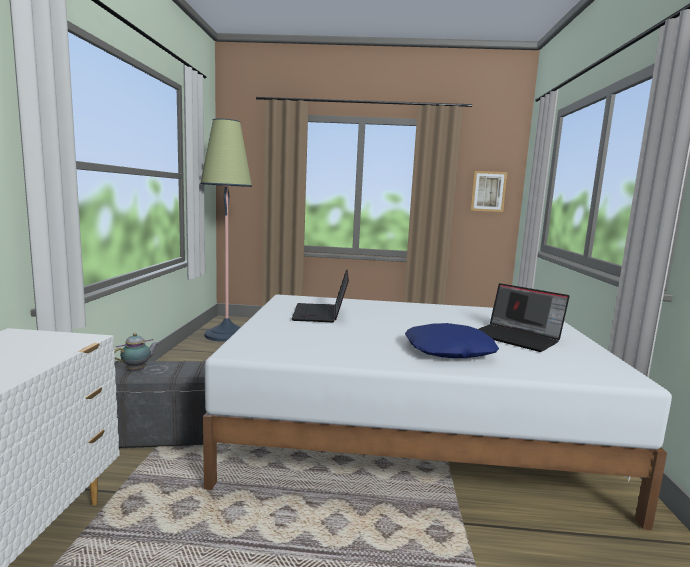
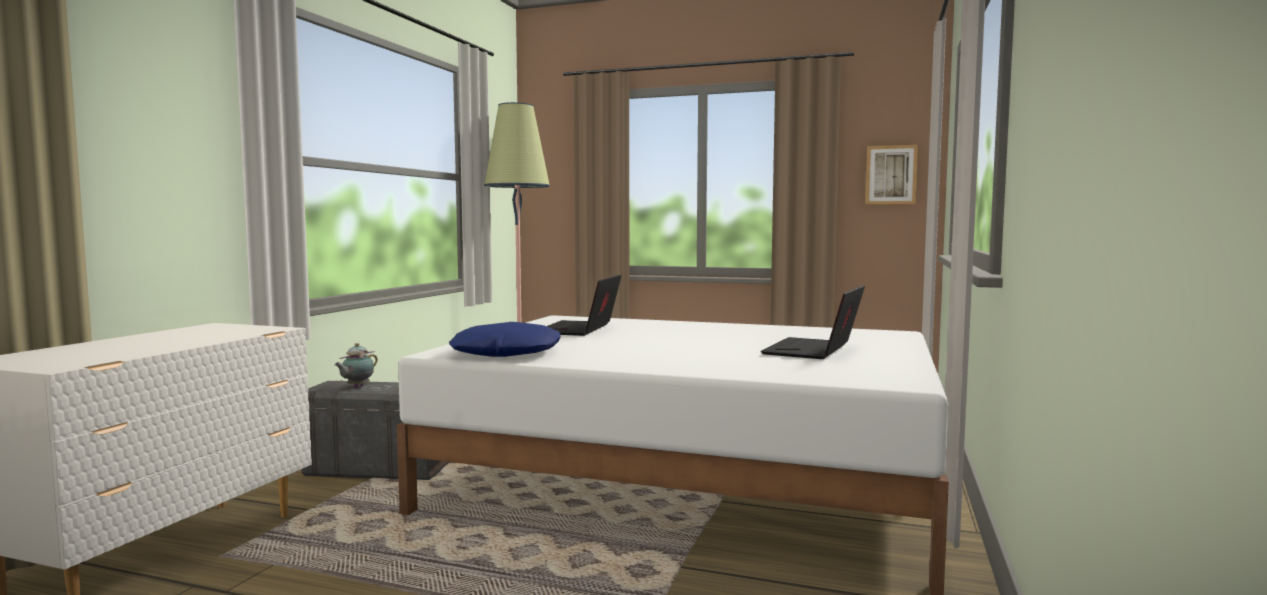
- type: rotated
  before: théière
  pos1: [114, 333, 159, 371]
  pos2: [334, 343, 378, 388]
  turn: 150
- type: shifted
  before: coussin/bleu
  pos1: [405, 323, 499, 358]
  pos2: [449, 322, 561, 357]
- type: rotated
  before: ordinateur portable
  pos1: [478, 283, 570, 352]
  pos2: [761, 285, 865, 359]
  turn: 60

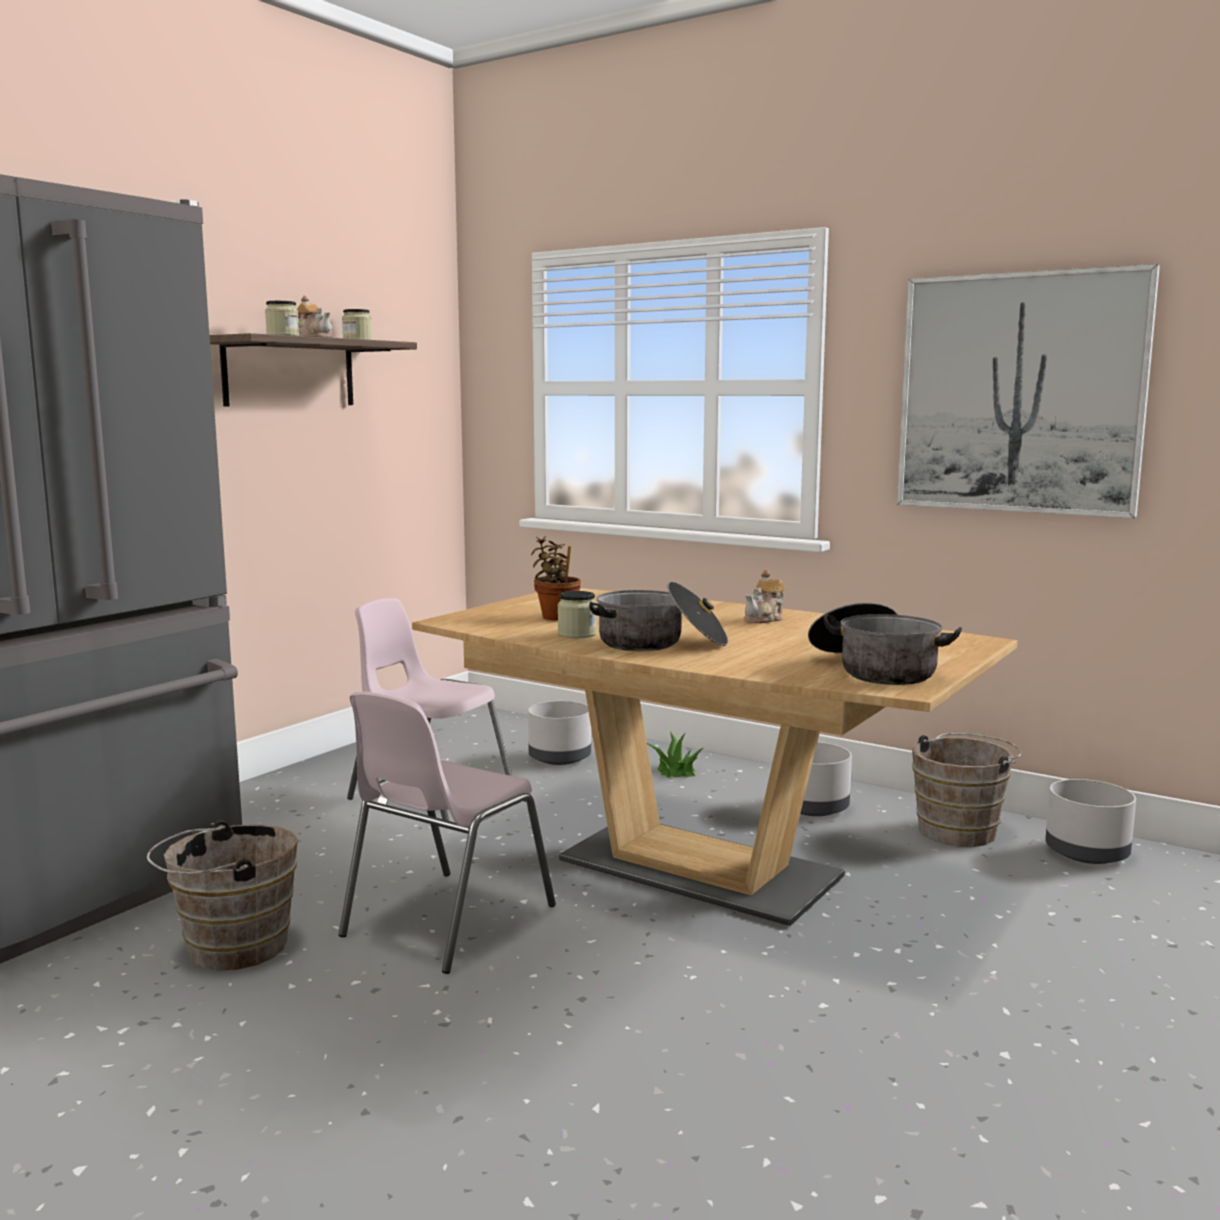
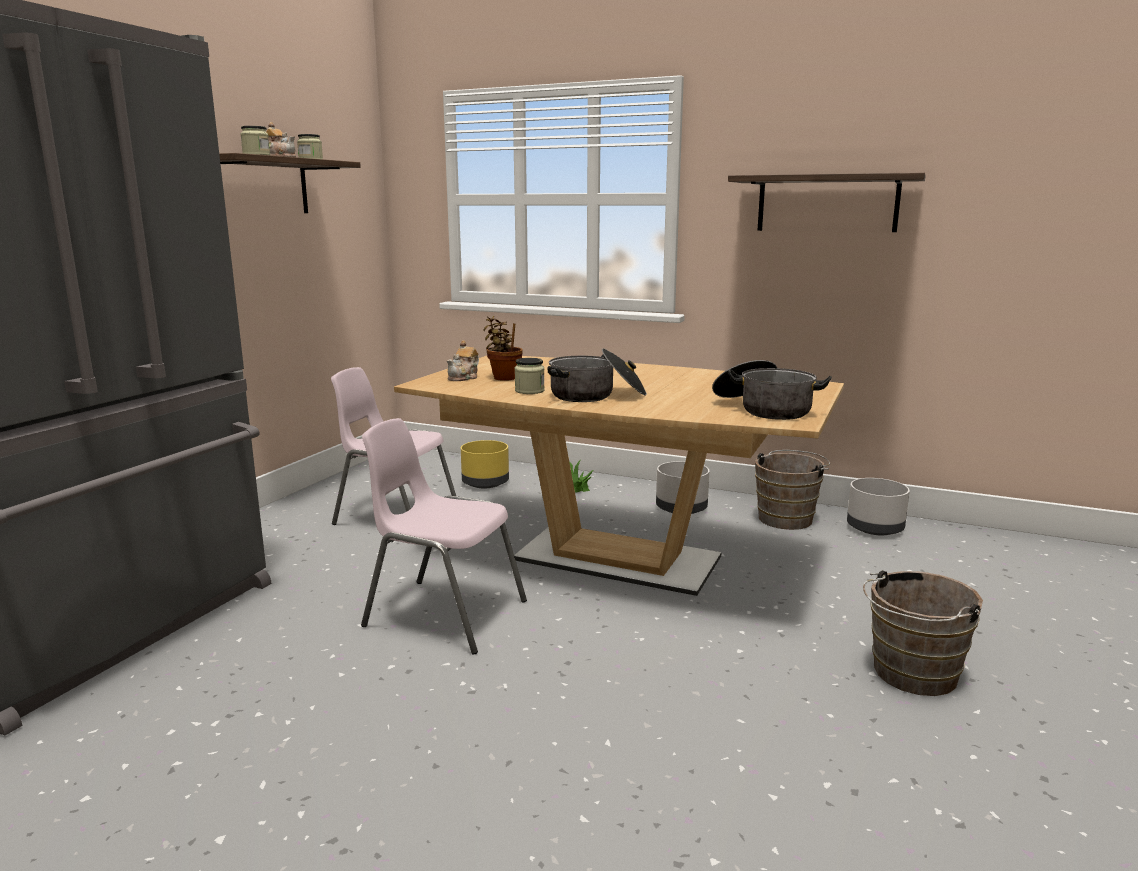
- type: shifted
  before: seau/marron
  pos1: [147, 820, 298, 971]
  pos2: [863, 570, 983, 696]
- type: rotated
  before: chaise/rose
  pos1: [339, 692, 556, 974]
  pos2: [361, 418, 527, 655]
  turn: 90
- type: repainted
  before: cache-pot/gris
  after: cache-pot/jaune
  pos1: [528, 701, 591, 765]
  pos2: [461, 440, 509, 488]
- type: shifted
  before: théière
  pos1: [744, 570, 785, 623]
  pos2: [446, 340, 479, 381]
- type: swapped
  before: tableau
  after: étagère
  pos1: [897, 264, 1160, 518]
  pos2: [728, 172, 926, 232]

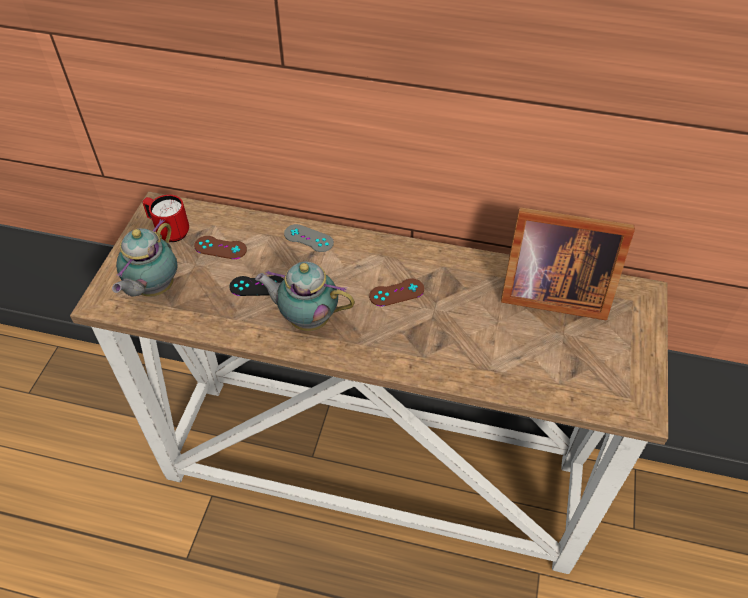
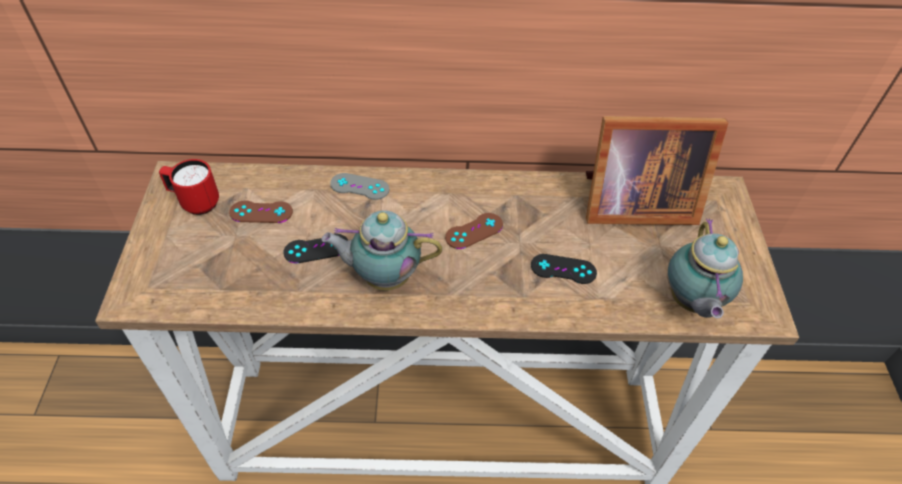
- type: shifted
  before: théière
  pos1: [112, 219, 178, 297]
  pos2: [668, 218, 743, 318]
- type: new
  after: manette/noir
  pos2: [531, 254, 597, 284]

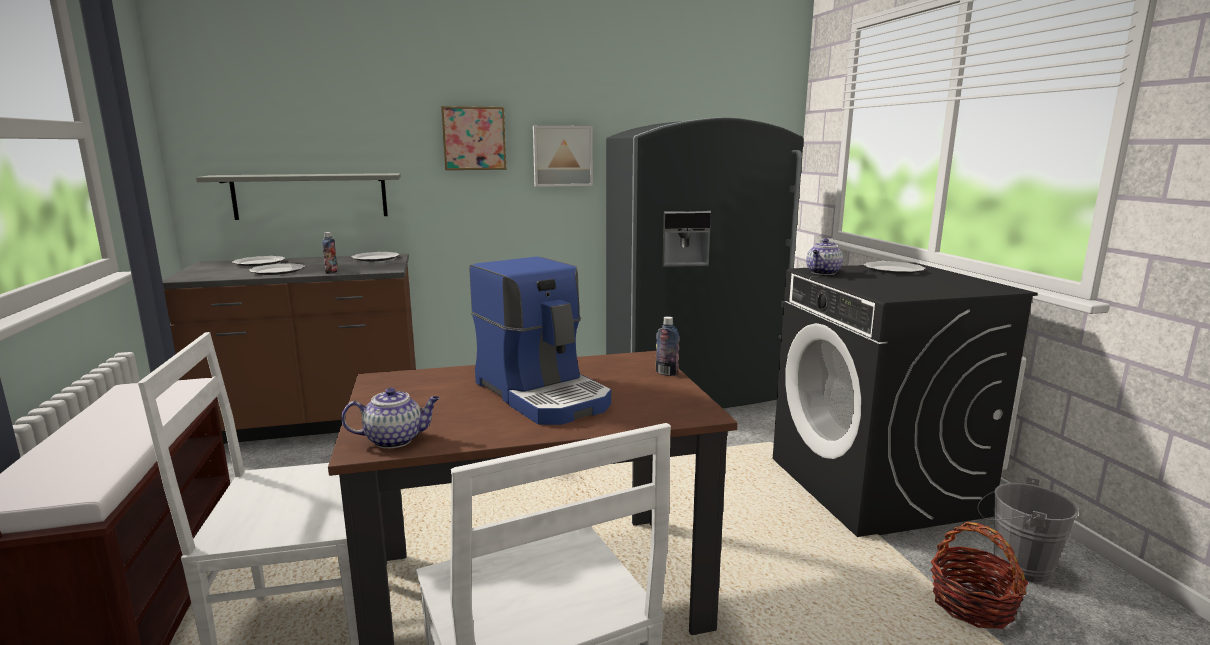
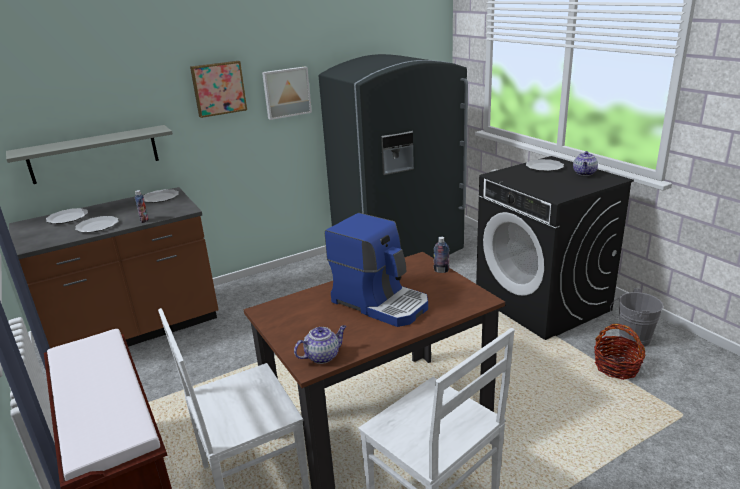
- type: shifted
  before: théière
  pos1: [806, 239, 843, 275]
  pos2: [573, 151, 598, 176]

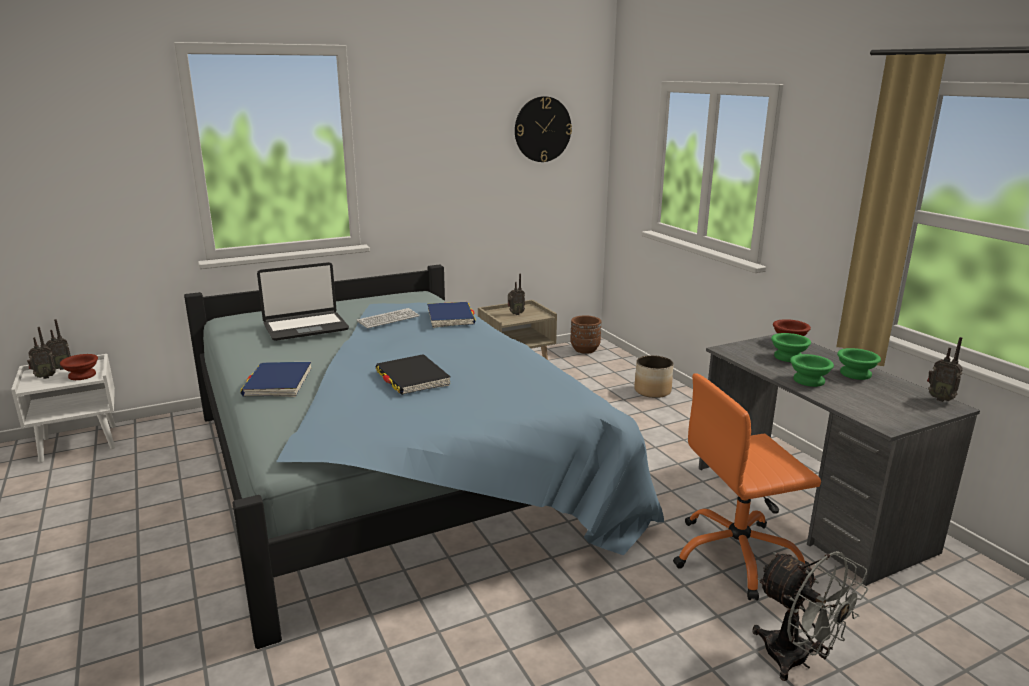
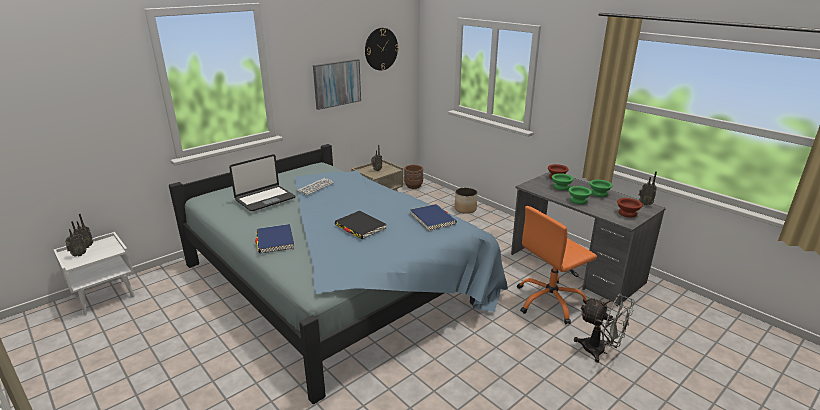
- type: shifted
  before: bol/marron
  pos1: [60, 354, 98, 380]
  pos2: [617, 198, 643, 217]
- type: shifted
  before: livre/bleu
  pos1: [427, 302, 476, 328]
  pos2: [410, 204, 457, 231]
- type: new
  after: tableau
  pos2: [313, 59, 361, 110]

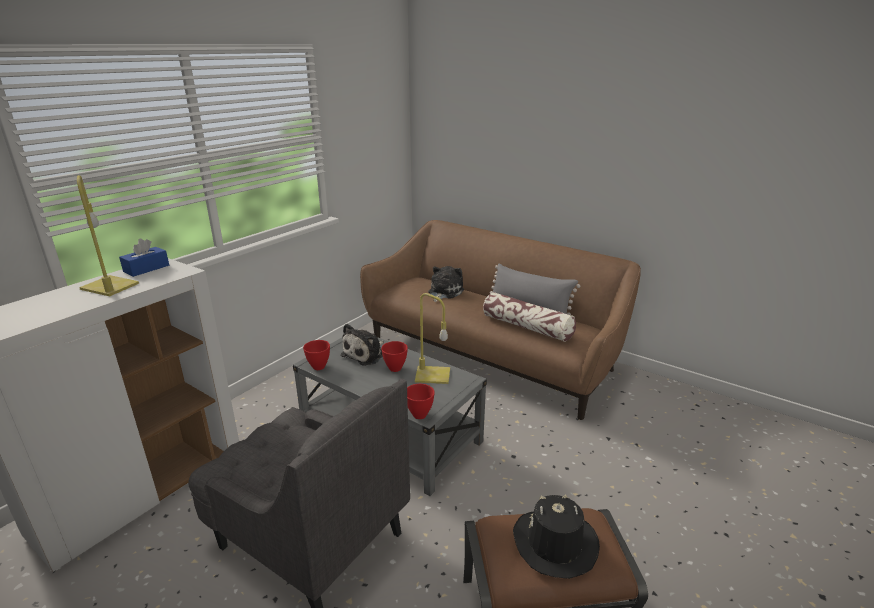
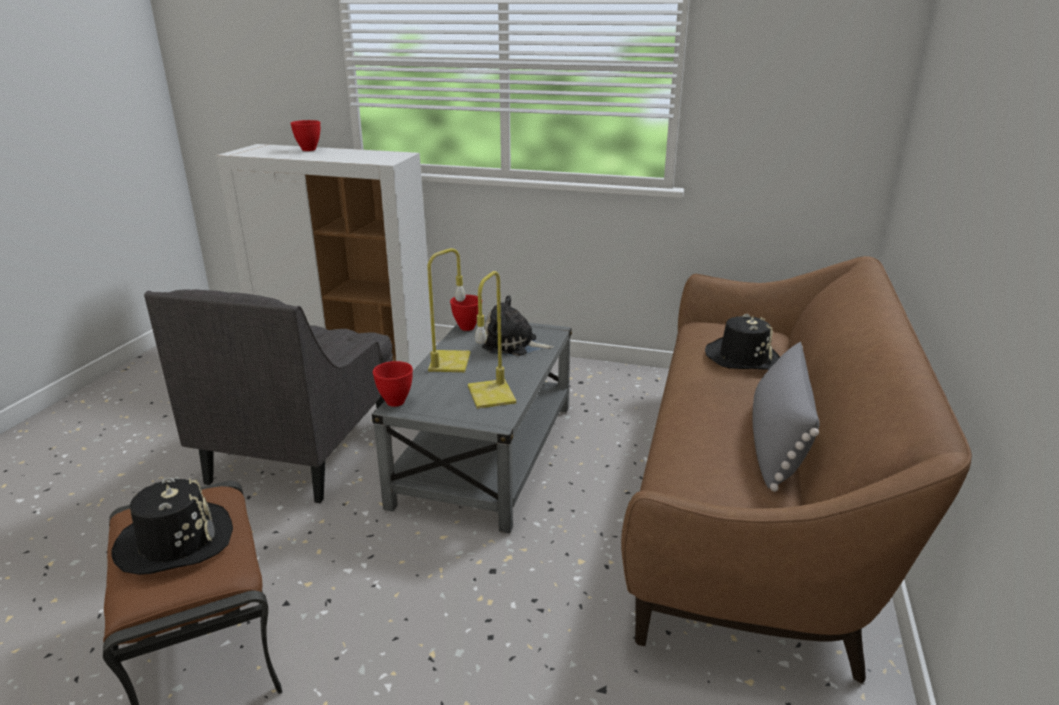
- type: shifted
  before: lampe de table/jaune
  pos1: [77, 175, 139, 297]
  pos2: [427, 248, 470, 372]
- type: gone
  before: boîte à mouchoirs/bleu
  pos1: [119, 239, 169, 277]
- type: shifted
  before: bol/rouge
  pos1: [381, 341, 408, 372]
  pos2: [290, 120, 320, 151]
- type: swapped
  before: peluche
  after: chapeau/noir
  pos1: [428, 266, 464, 302]
  pos2: [705, 313, 780, 370]
- type: gone
  before: coussin
  pos1: [483, 292, 576, 342]

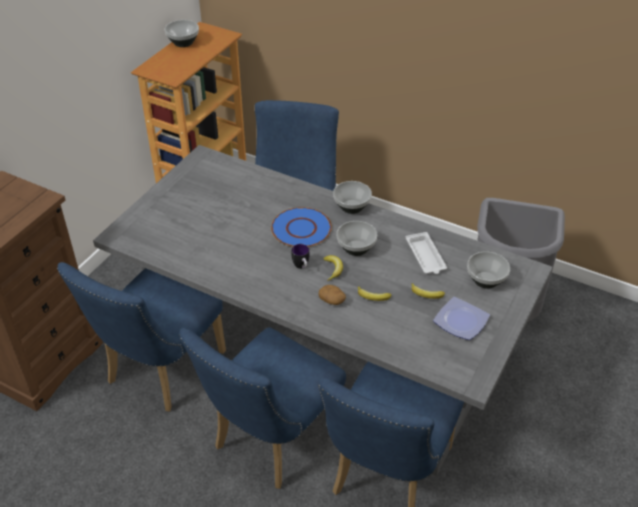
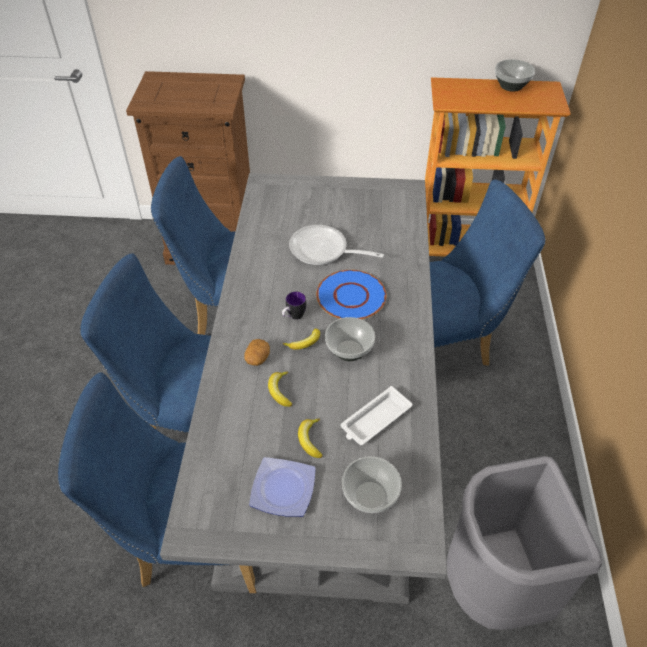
- type: gone
  before: bol
  pos1: [333, 181, 372, 214]
- type: new
  after: poêle
  pos2: [289, 225, 384, 265]

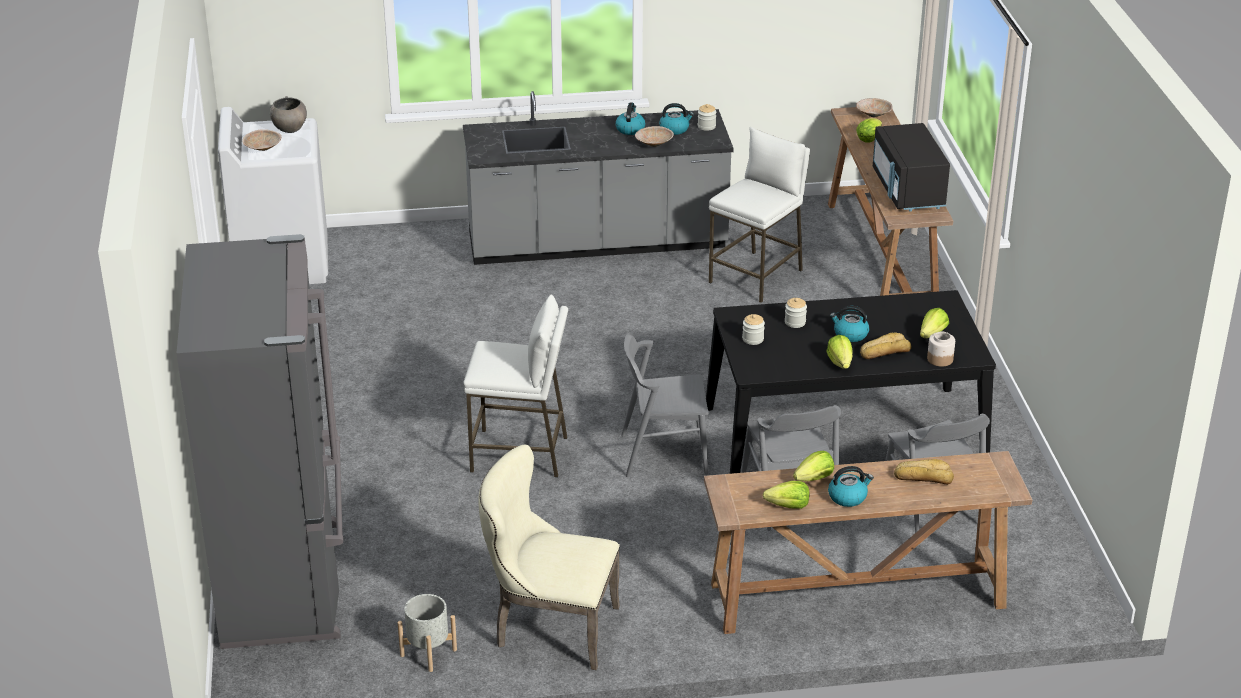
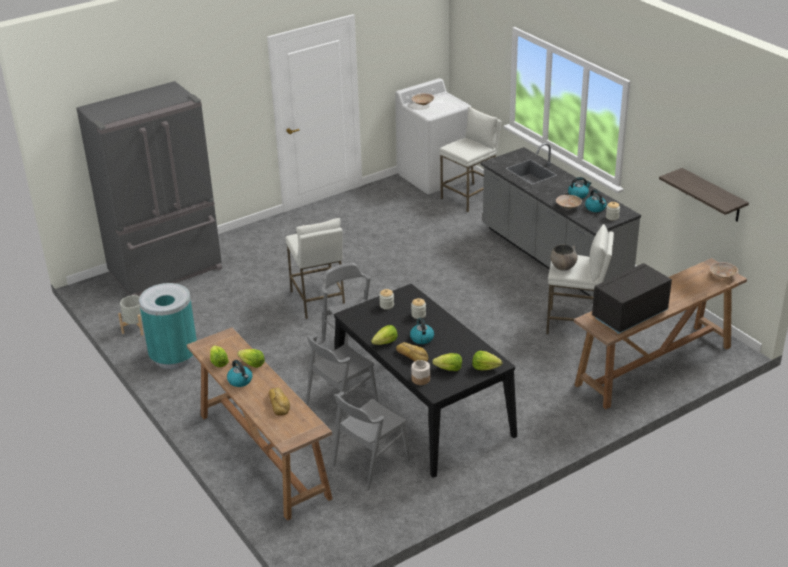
- type: shifted
  before: bol/gris
  pos1: [270, 96, 307, 133]
  pos2: [551, 244, 578, 271]
- type: swapped
  before: chaise/beige
  after: poubelle/turquoise
  pos1: [478, 445, 620, 670]
  pos2: [139, 283, 197, 369]
- type: shifted
  before: laitue
  pos1: [856, 118, 882, 143]
  pos2: [472, 351, 502, 370]
- type: new
  after: tabouret/blanc
  pos2: [439, 106, 502, 212]
- type: new
  after: étagère
  pos2: [659, 168, 749, 221]

